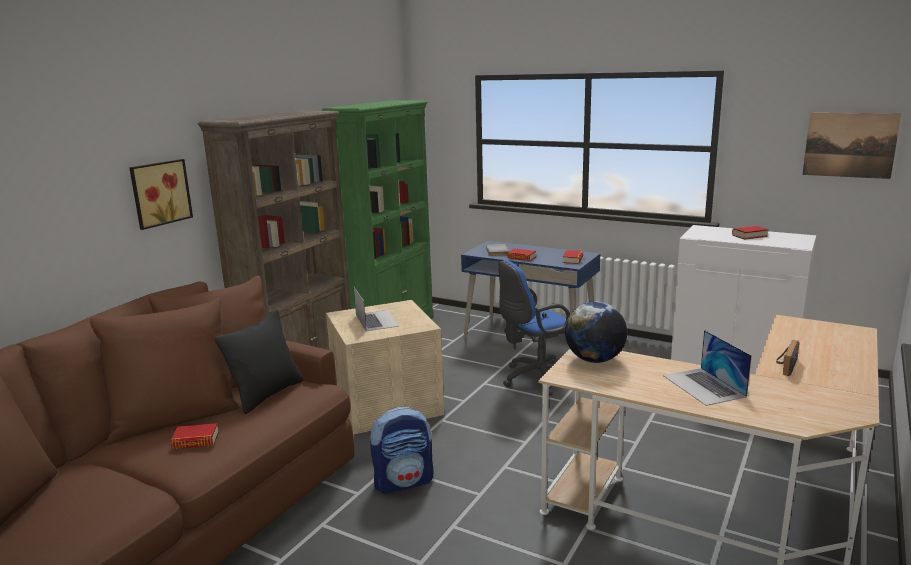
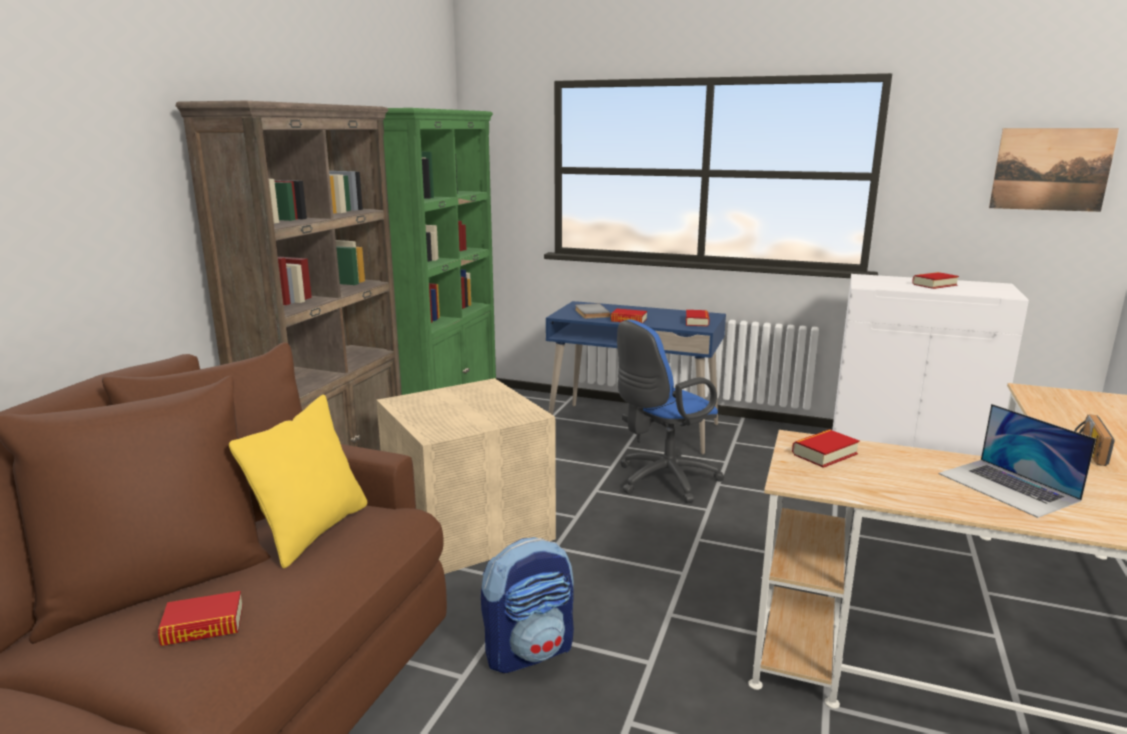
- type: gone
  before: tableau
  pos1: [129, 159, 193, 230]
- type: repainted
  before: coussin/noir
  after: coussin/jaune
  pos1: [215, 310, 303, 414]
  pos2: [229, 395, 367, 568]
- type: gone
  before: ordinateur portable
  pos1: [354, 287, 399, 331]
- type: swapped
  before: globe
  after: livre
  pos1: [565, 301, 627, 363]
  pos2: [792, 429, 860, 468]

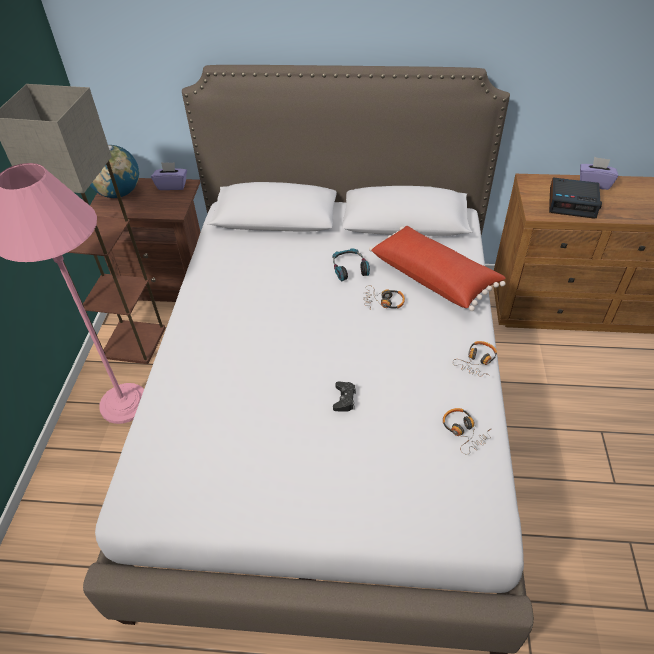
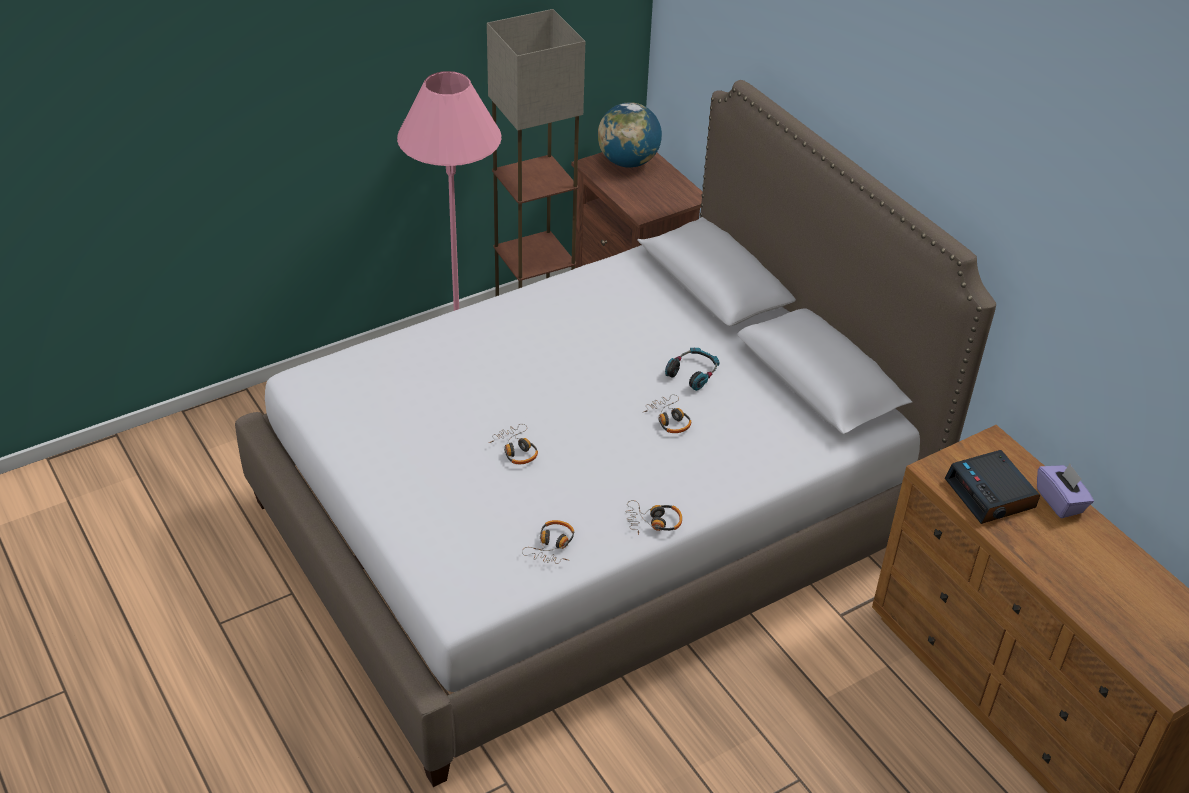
- type: gone
  before: boîte à mouchoirs/violet
  pos1: [151, 162, 187, 190]
- type: swapped
  before: manette/noir
  after: casque audio
  pos1: [333, 381, 356, 411]
  pos2: [489, 424, 538, 464]
- type: gone
  before: coussin/rouge
  pos1: [369, 226, 506, 311]

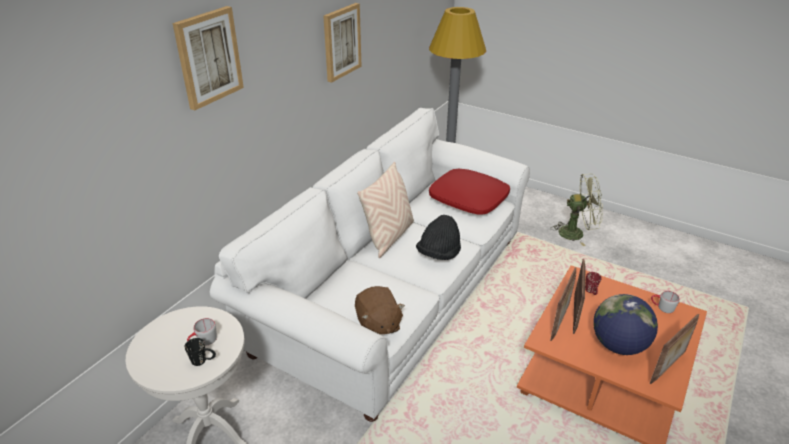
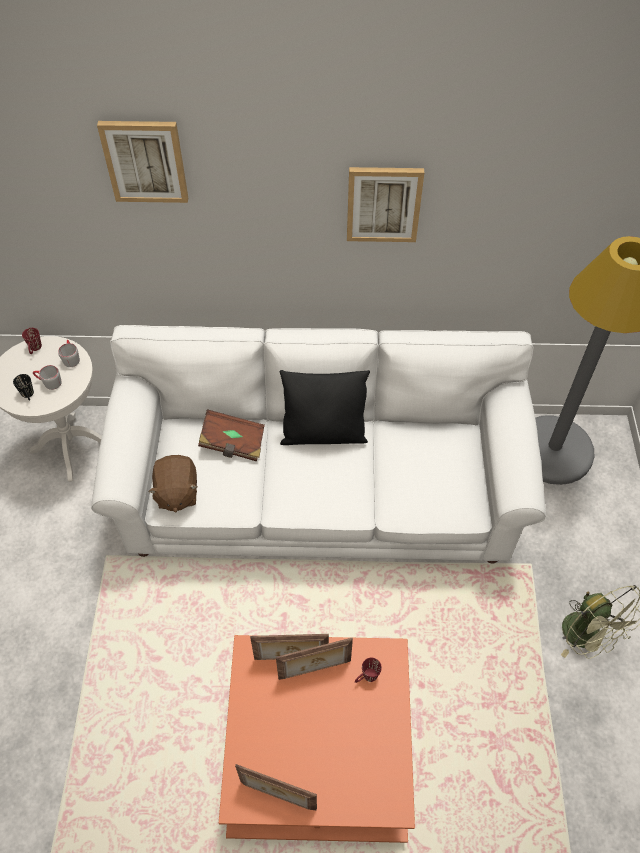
- type: rotated
  before: peluche/marron
  pos1: [355, 286, 405, 334]
  pos2: [148, 455, 197, 513]
  turn: -45
- type: repainted
  before: coussin/beige
  after: coussin/noir
  pos1: [357, 162, 414, 258]
  pos2: [280, 370, 370, 445]
- type: gone
  before: chapeau/noir
  pos1: [416, 215, 461, 260]
- type: gone
  before: coussin/rouge
  pos1: [429, 169, 510, 214]
- type: gone
  before: globe
  pos1: [593, 294, 658, 355]
- type: shifted
  before: mug/gris
  pos1: [651, 291, 680, 313]
  pos2: [58, 340, 80, 367]
- type: new
  after: mug/rouge
  pos2: [22, 328, 42, 354]
- type: new
  after: livre/marron
  pos2: [198, 409, 265, 461]

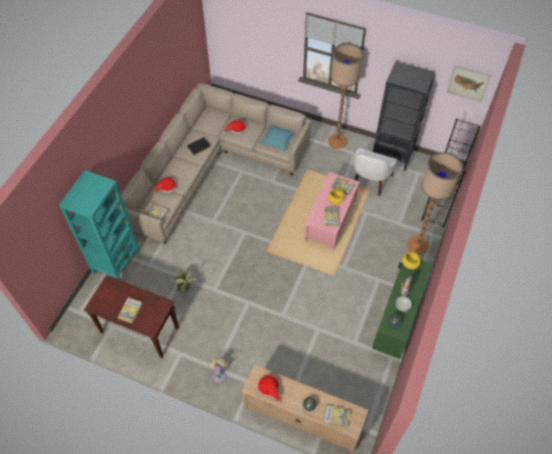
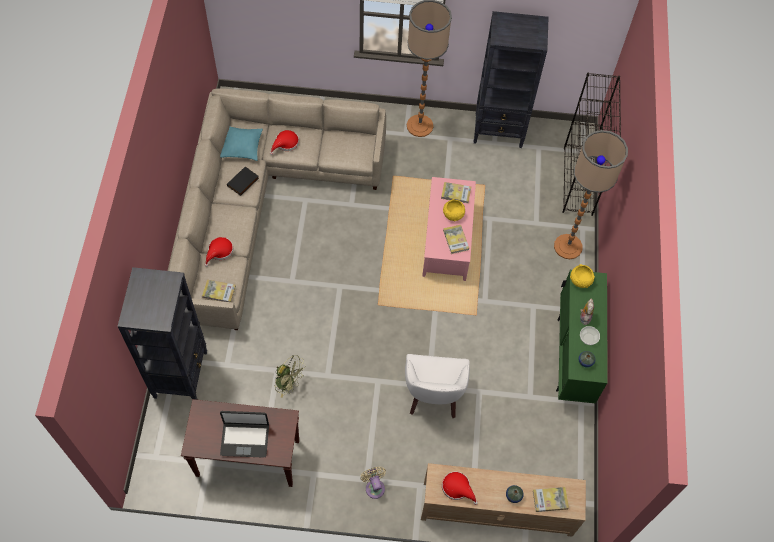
- type: repainted
  before: bibliothèque/turquoise
  after: bibliothèque/noir
  pos1: [59, 170, 140, 280]
  pos2: [117, 267, 207, 400]
- type: swapped
  before: livre
  after: ordinateur portable
  pos1: [118, 297, 143, 324]
  pos2: [220, 411, 269, 458]
- type: shifted
  before: coussin/turquoise
  pos1: [261, 124, 295, 151]
  pos2: [220, 127, 263, 161]
- type: shifted
  before: fauteuil/blanc
  pos1: [354, 148, 397, 196]
  pos2: [405, 354, 470, 418]
- type: gone
  before: tableau
  pos1: [447, 65, 491, 102]

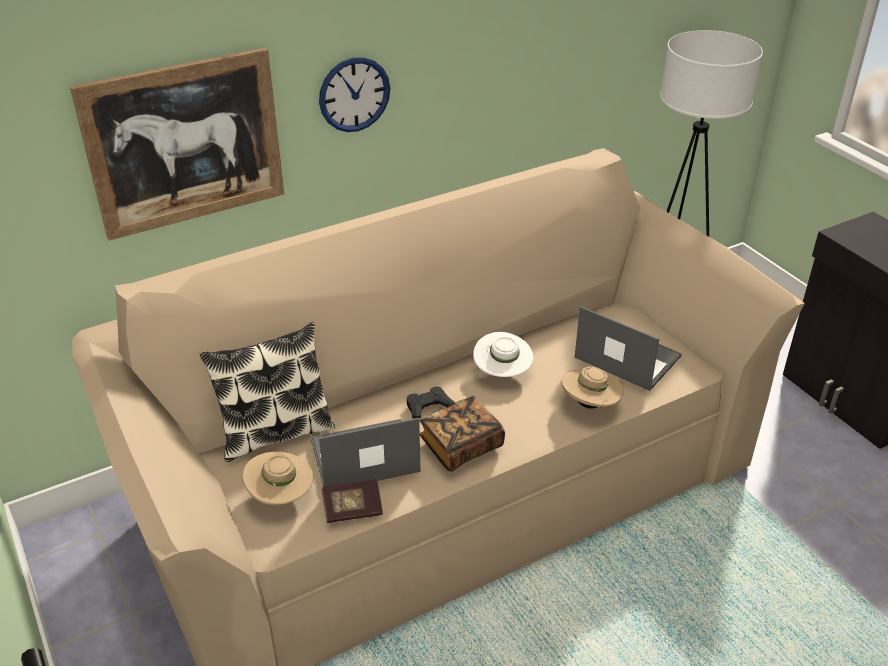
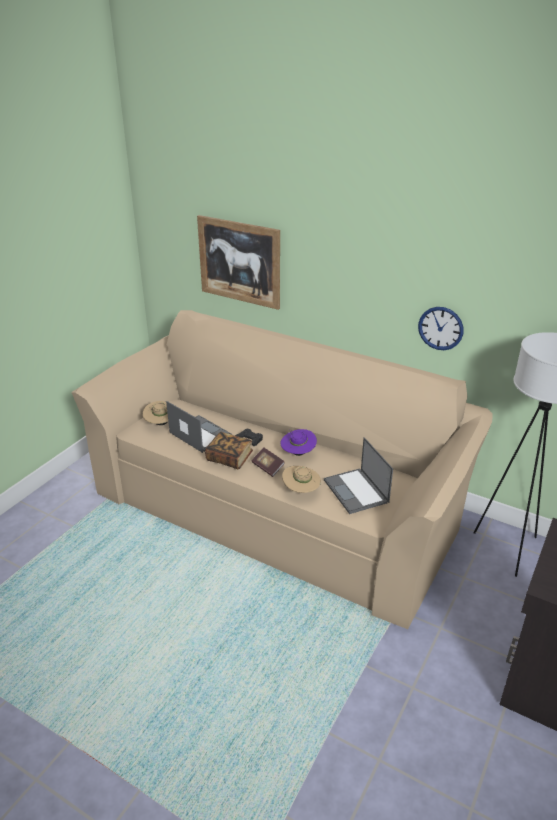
- type: gone
  before: coussin
  pos1: [200, 322, 336, 462]
- type: shifted
  before: horloge murale
  pos1: [319, 57, 390, 132]
  pos2: [418, 307, 464, 350]
- type: shifted
  before: livre
  pos1: [322, 479, 383, 523]
  pos2: [251, 447, 285, 477]
- type: repainted
  before: chapeau/blanc
  after: chapeau/violet
  pos1: [473, 332, 533, 377]
  pos2: [280, 429, 317, 456]
- type: rotated
  before: ordinateur portable
  pos1: [575, 306, 682, 391]
  pos2: [324, 437, 393, 514]
  turn: 150

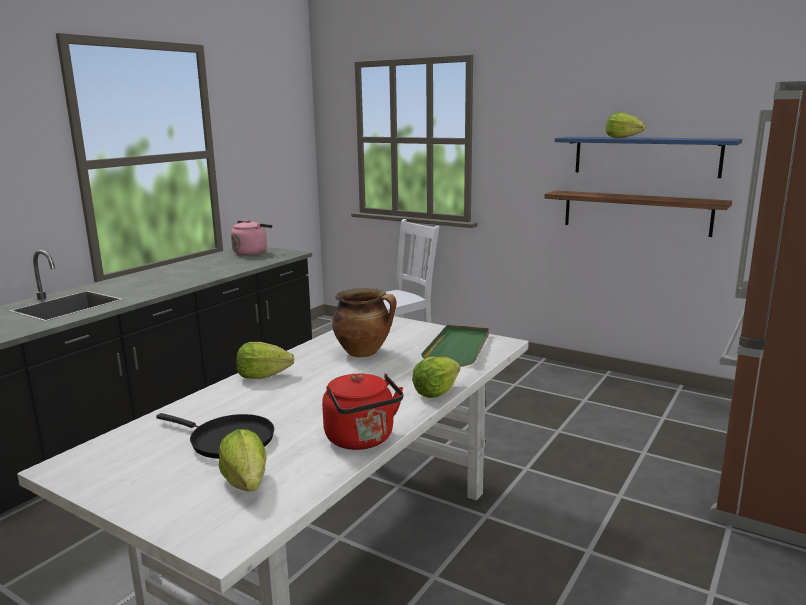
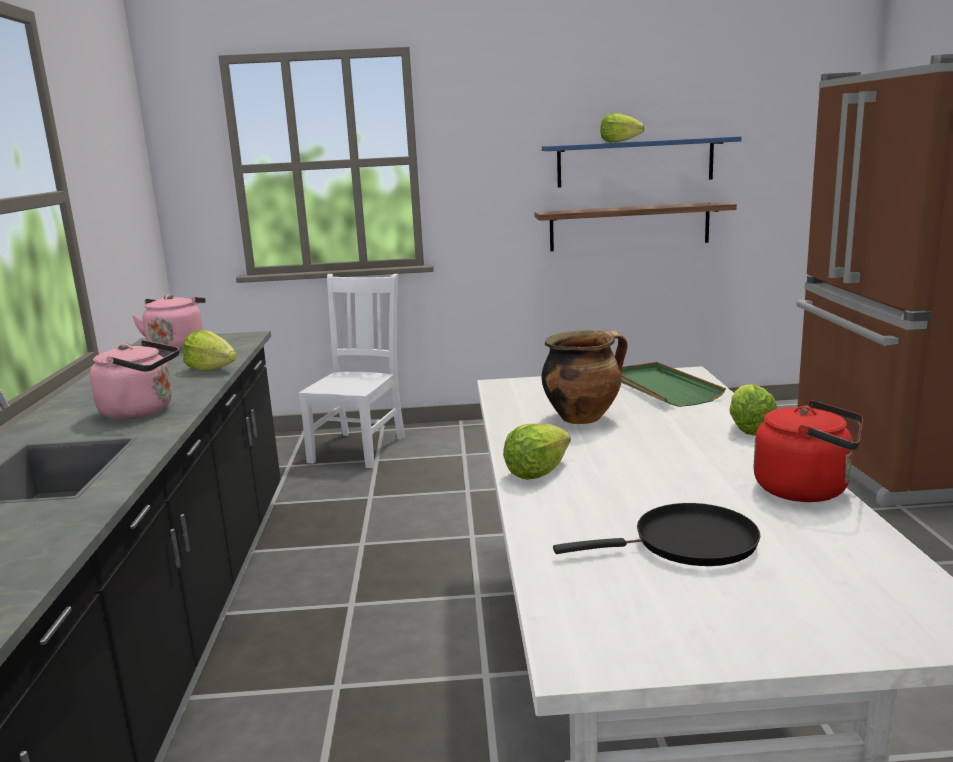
- type: shifted
  before: laitue
  pos1: [219, 429, 267, 491]
  pos2: [182, 330, 237, 371]
- type: new
  after: bouilloire/rose
  pos2: [90, 340, 180, 419]

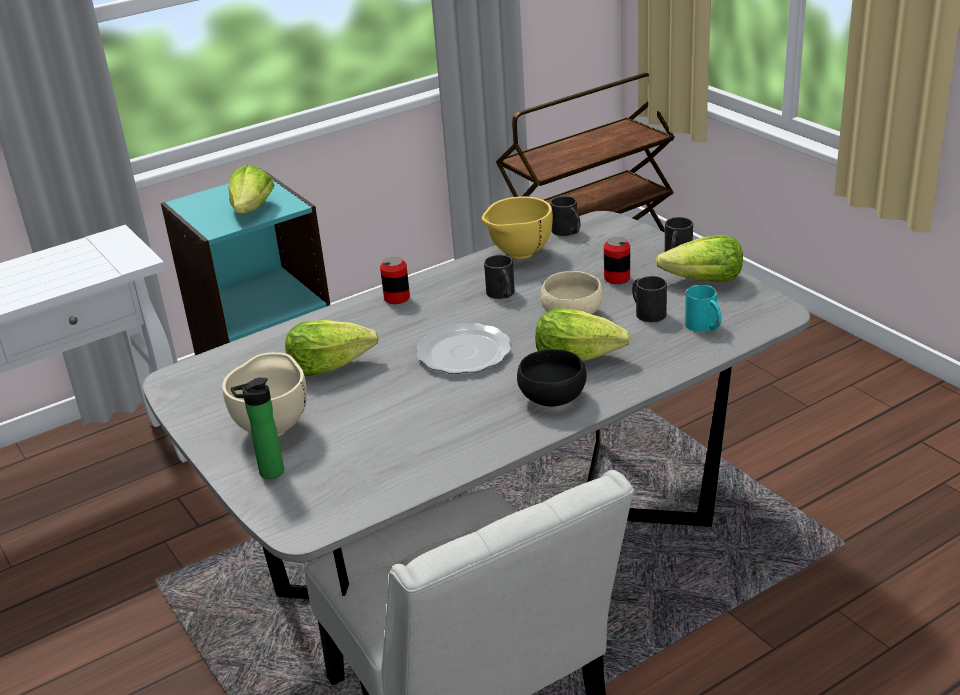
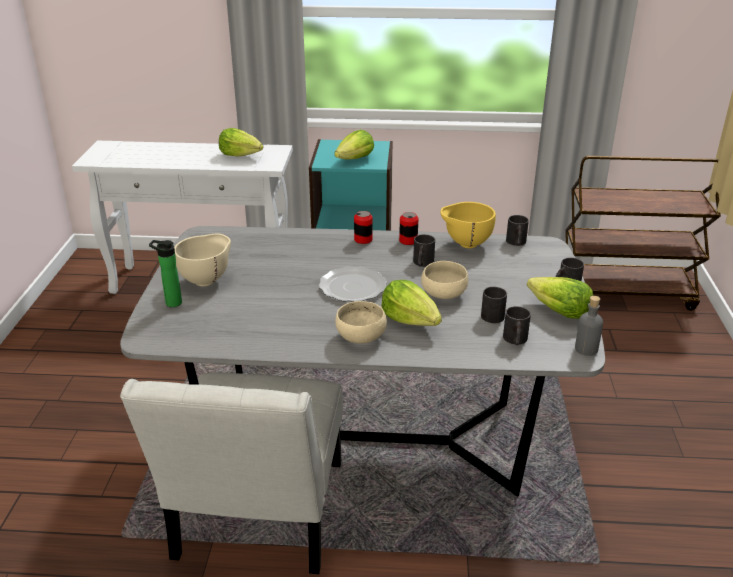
- type: shifted
  before: laitue
  pos1: [285, 320, 379, 376]
  pos2: [219, 128, 263, 157]
- type: repainted
  before: bol/noir
  after: bol/beige
  pos1: [517, 349, 587, 407]
  pos2: [335, 301, 387, 344]
- type: shifted
  before: boîte métallique
  pos1: [604, 237, 630, 284]
  pos2: [399, 212, 418, 245]
- type: repainted
  before: mug/turquoise
  after: mug/noir
  pos1: [685, 285, 722, 332]
  pos2: [503, 306, 531, 345]
- type: new
  after: bouteille/gris
  pos2: [575, 296, 603, 356]

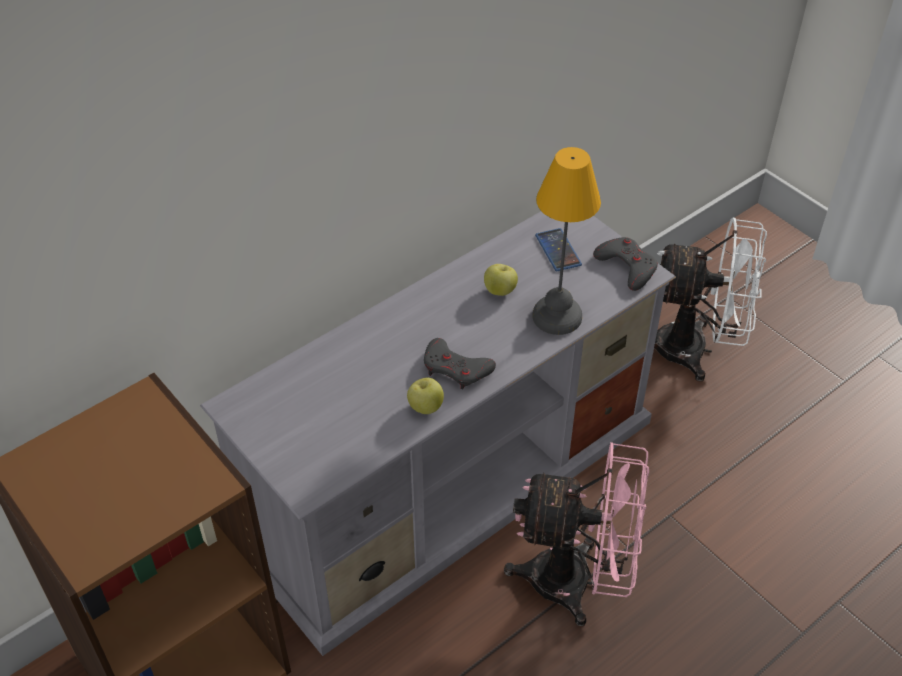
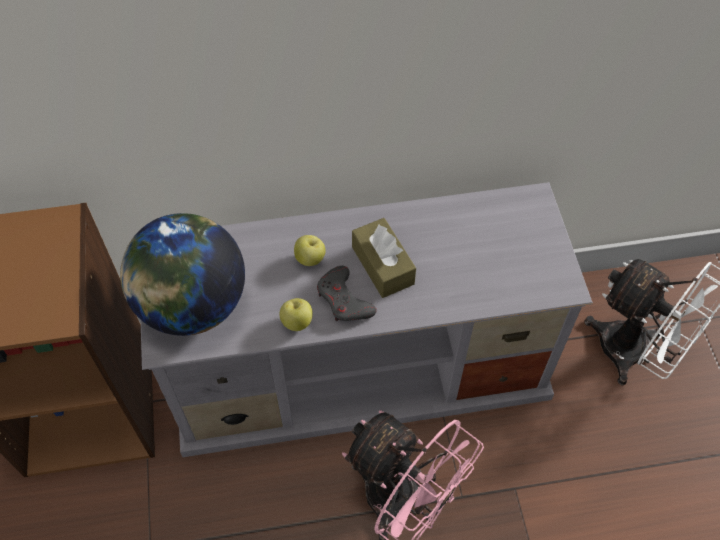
- type: shifted
  before: pomme
  pos1: [484, 264, 518, 296]
  pos2: [294, 235, 325, 266]
- type: gone
  before: lampe de table
  pos1: [532, 147, 601, 335]
- type: gone
  before: téléphone
  pos1: [535, 228, 582, 271]
- type: gone
  before: manette/gris
  pos1: [593, 237, 658, 291]
- type: new
  after: globe
  pos2: [120, 213, 245, 336]
- type: new
  after: boîte à mouchoirs/marron
  pos2: [352, 218, 416, 298]

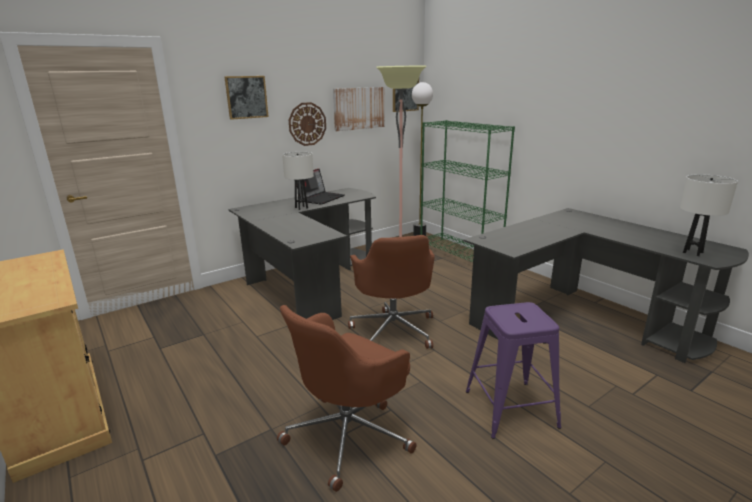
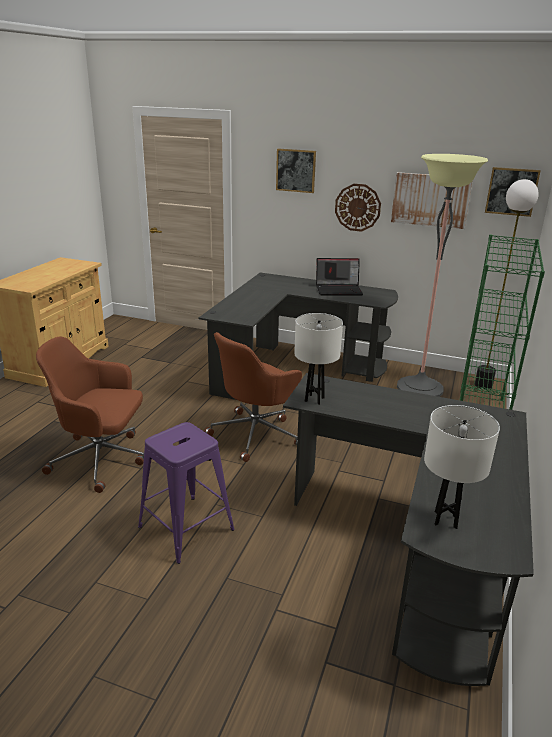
- type: shifted
  before: lampe de table/blanc
  pos1: [282, 152, 314, 210]
  pos2: [294, 313, 343, 405]

